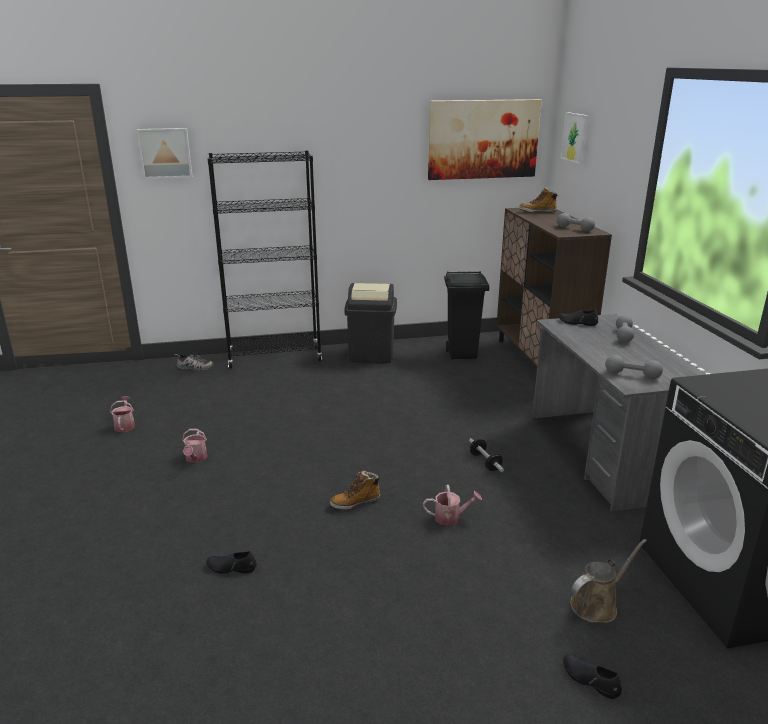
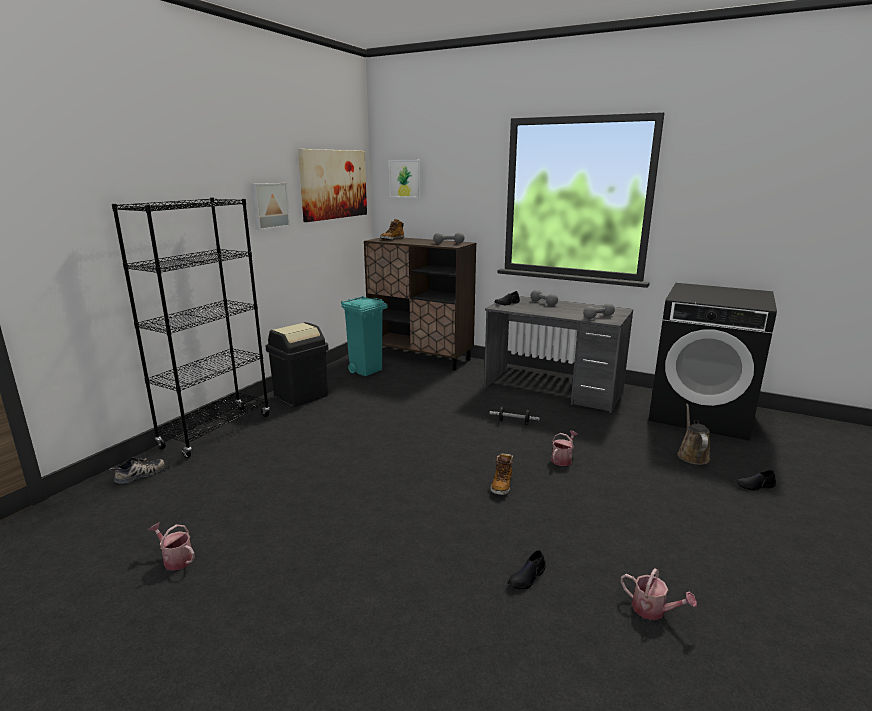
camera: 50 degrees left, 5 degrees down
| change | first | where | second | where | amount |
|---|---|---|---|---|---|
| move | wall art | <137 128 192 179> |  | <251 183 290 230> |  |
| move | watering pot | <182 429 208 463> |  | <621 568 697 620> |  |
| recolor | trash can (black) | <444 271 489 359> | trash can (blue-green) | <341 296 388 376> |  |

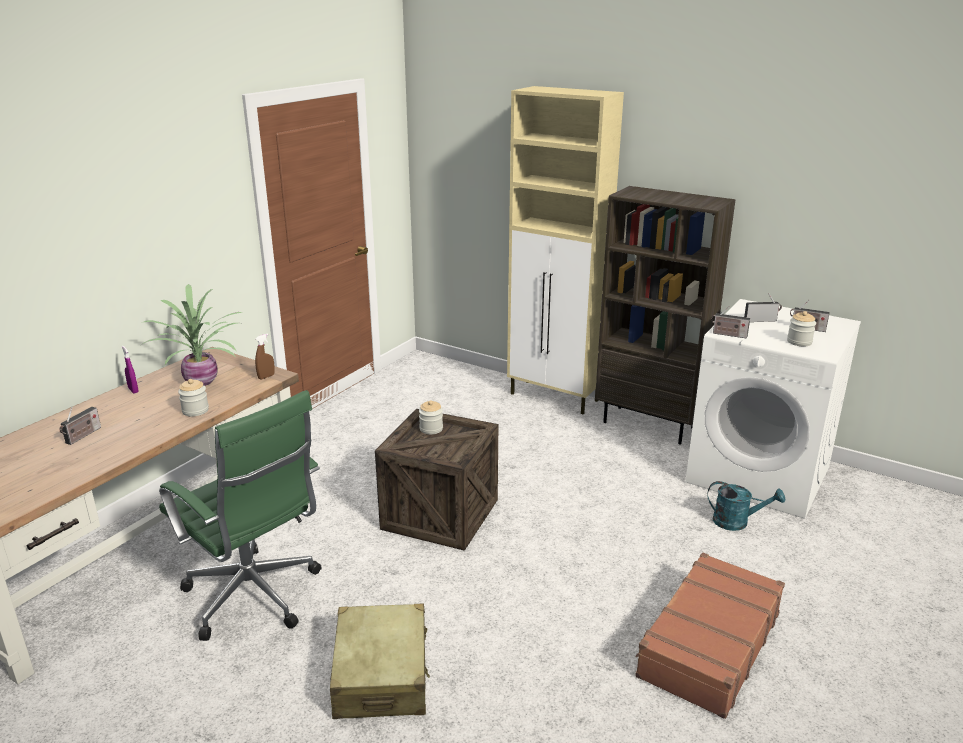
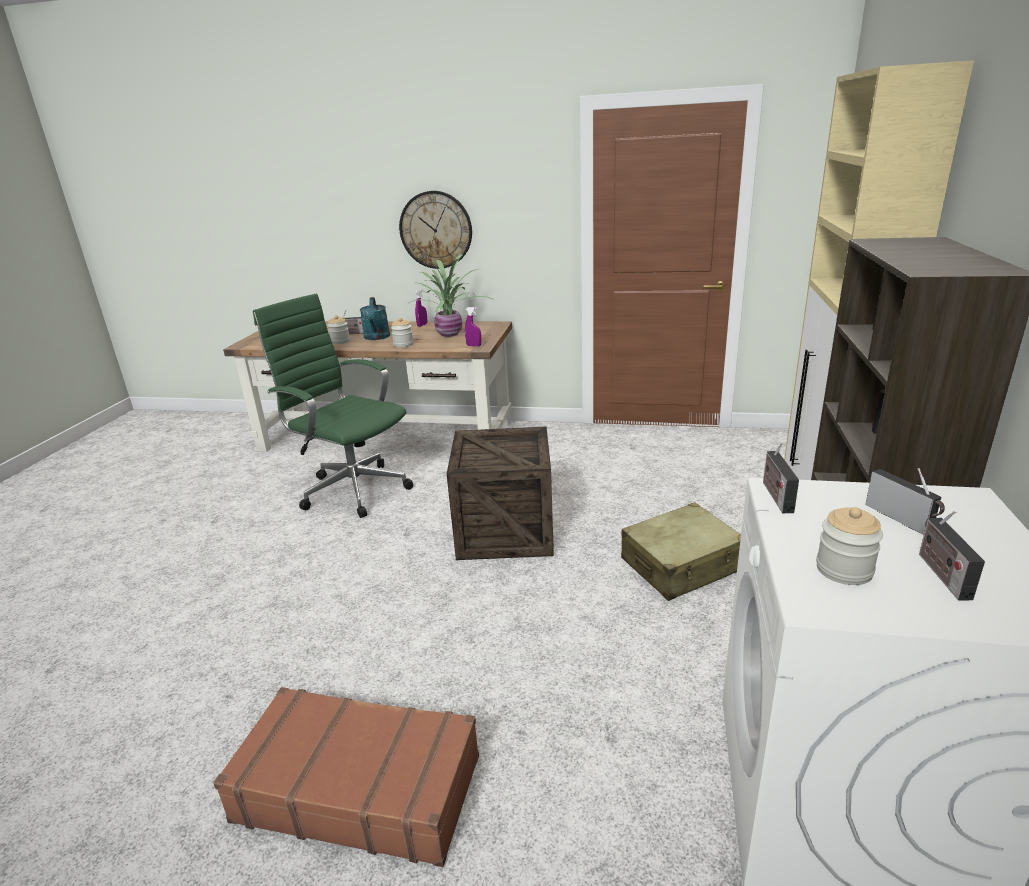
camera: 70 degrees right, 0 degrees up
| change | first | where | second | where | amount |
|---|---|---|---|---|---|
| rotate | computer chair (greenish) | <159 390 321 641> |  | <253 294 413 518> | 105 degrees clockwise |
| recolor | spray bottle (brownish) | <255 333 275 380> | spray bottle (purple) | <465 307 481 347> |  |
| move | suitcase (beige) | <330 604 430 719> |  | <621 502 741 601> |  |
| move | jar | <419 400 443 434> |  | <327 315 350 344> |  |
| move | watering pot (blue-green) | <708 481 785 531> |  | <360 297 390 340> |  |
| insert |  |  | hanging clock | <399 191 472 269> |  |

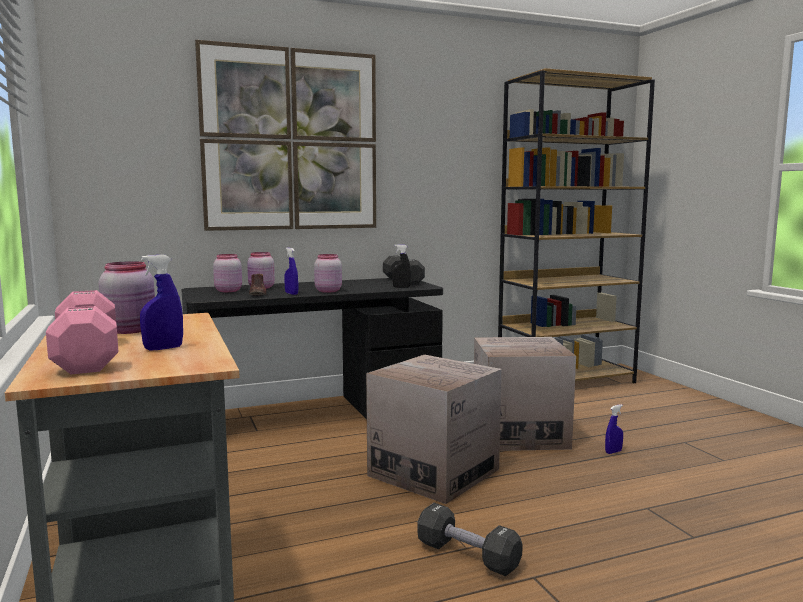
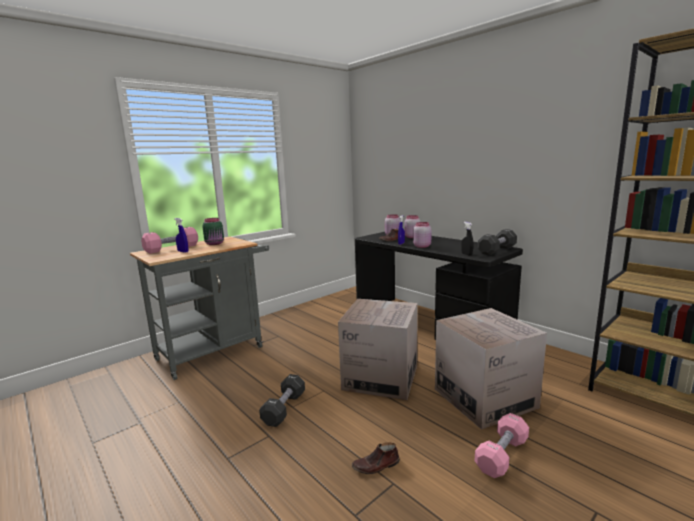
camera: 70 degrees right, 5 degrees up
| change | first | where | second | where | amount |
|---|---|---|---|---|---|
| recolor | jar (pink-coloured) | <99 261 155 334> | jar (greenish) | <202 218 224 245> |  |
| delete | wall art | <195 40 376 231> |  |  |  |
| replace | spray bottle (blue) | <605 404 623 454> | free weight (pink-coloured) | <475 413 529 478> |  |
| insert |  |  | item of footwear (brownish) | <352 442 400 474> |  |

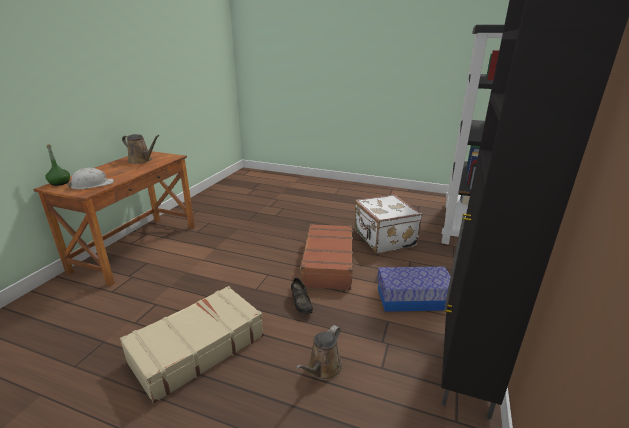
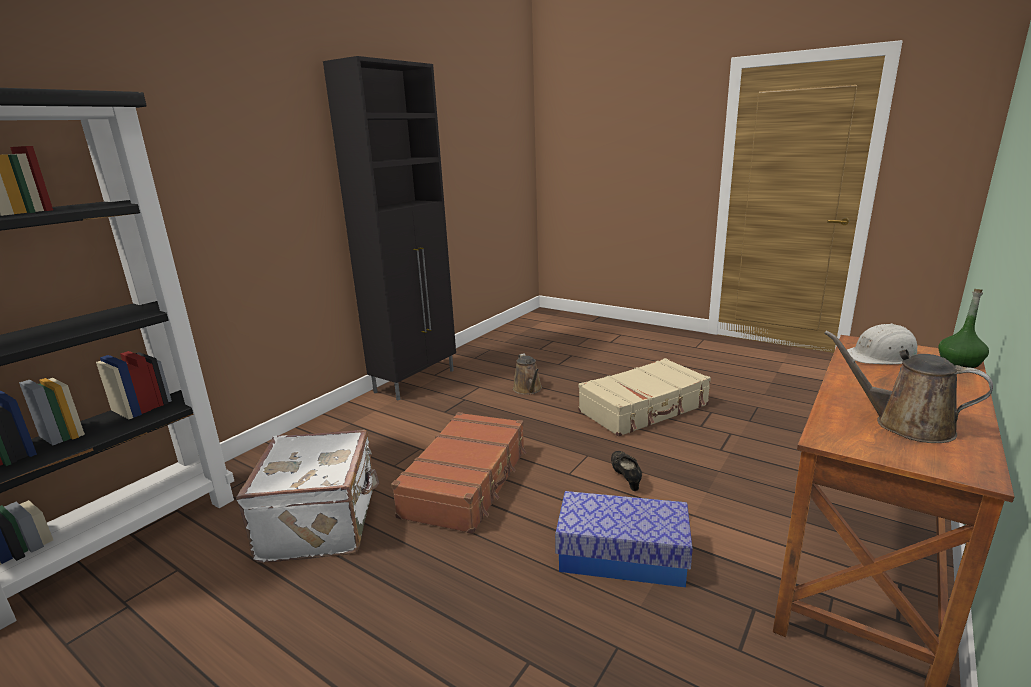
camera: 165 degrees left, 5 degrees down
| change | first | where | second | where | amount |
|---|---|---|---|---|---|
| move | item of footwear (black) | <291 278 313 314> |  | <611 451 642 491> |  |
| rotate | watering pot (brownish) | <295 325 342 380> |  | <513 353 542 395> | 120 degrees clockwise |
| move | storage container | <377 267 451 312> |  | <555 491 693 588> |  |

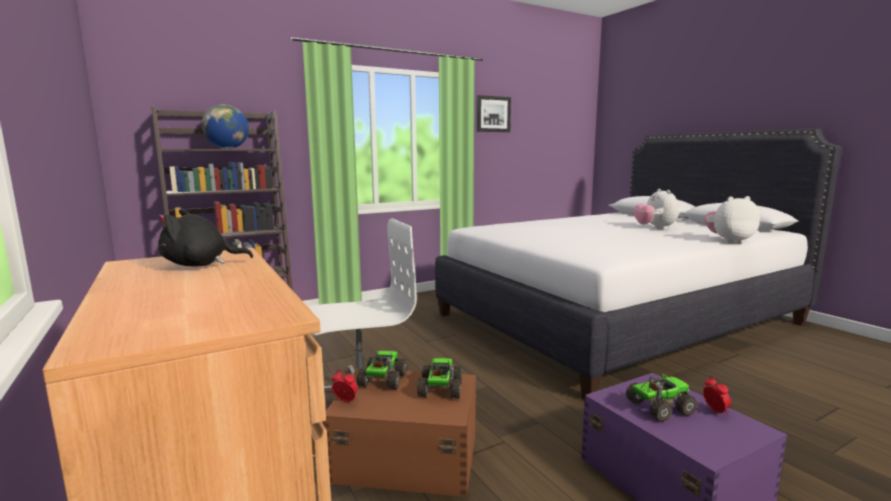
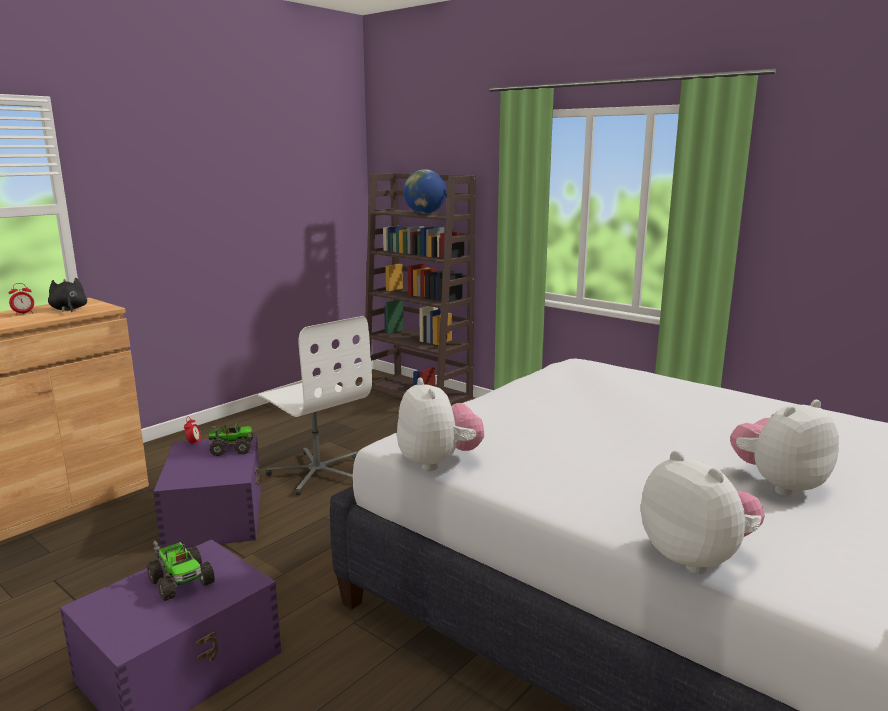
camera: 70 degrees right, 5 degrees up
| change | first | where | second | where | amount |
|---|---|---|---|---|---|
| recolor | storage container (brownish) | <323 368 476 497> | storage container (purple) | <153 435 261 548> |  |
| delete | toy lorry | <418 358 462 399> |  |  |  |
| delete | wall art | <477 95 511 132> |  |  |  |
| move | bedside clock | <703 376 731 415> |  | <9 283 34 315> |  |
| insert |  |  | plush toy | <397 377 484 471> |  |

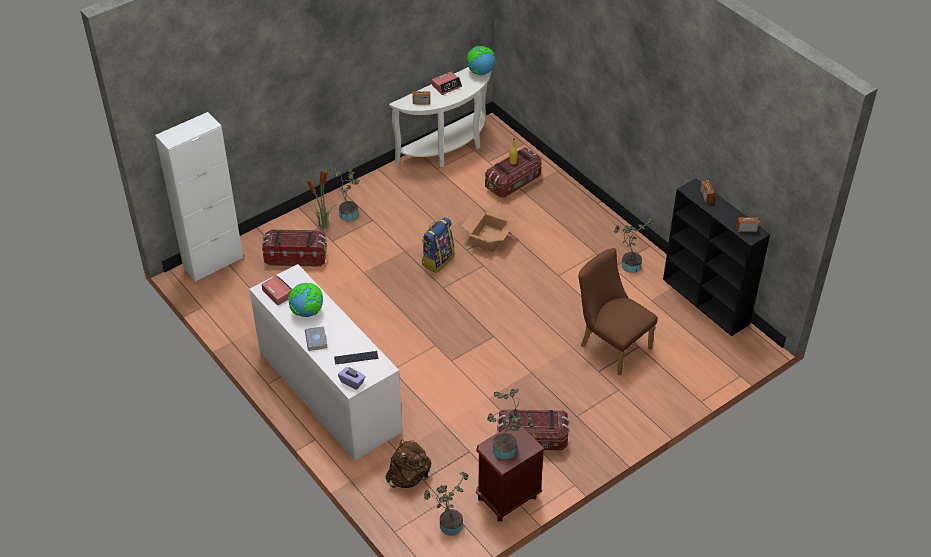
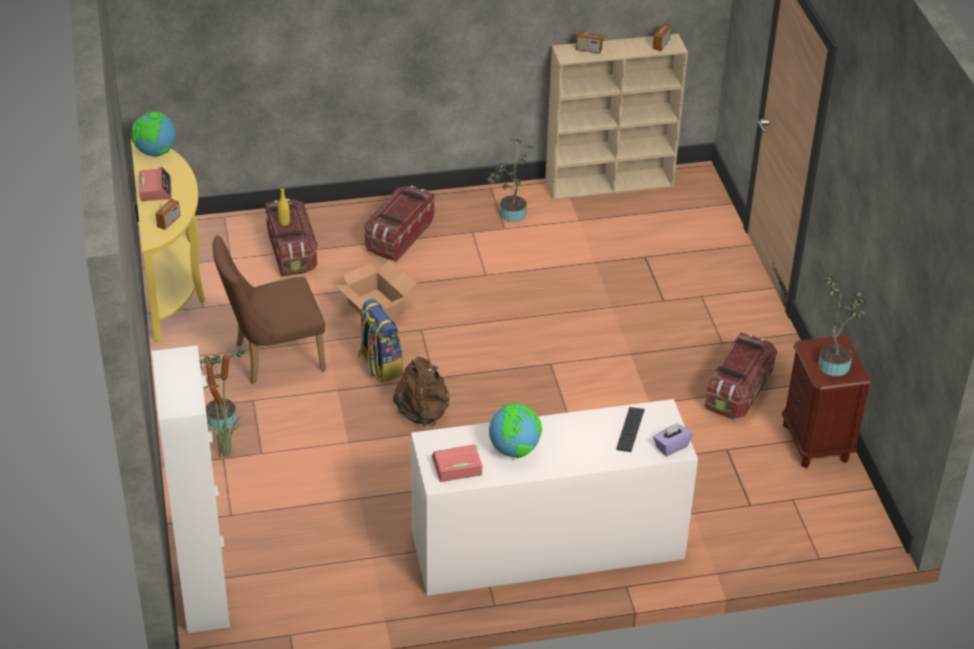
camera: 65 degrees left, 5 degrees down
| change | first | where | second | where | amount |
|---|---|---|---|---|---|
| move | storage container | <262 229 327 267> |  | <364 186 434 262> |  |
| delete | bound book (gray) | <305 326 328 351> |  |  |  |
| move | rucksack (brownish) | <385 439 431 488> |  | <393 356 450 427> |  |
| recolor | narrow table (white) | <389 67 492 167> | narrow table (yellow-coloured) | <131 139 205 342> |  |
| delete | potted plant | <424 472 469 536> |  |  |  |
| move | chair (brownish) | <578 248 658 376> |  | <212 235 326 384> |  |
| recolor | bookcase (black) | <663 178 770 336> | bookcase (beige) | <545 34 688 200> |  |

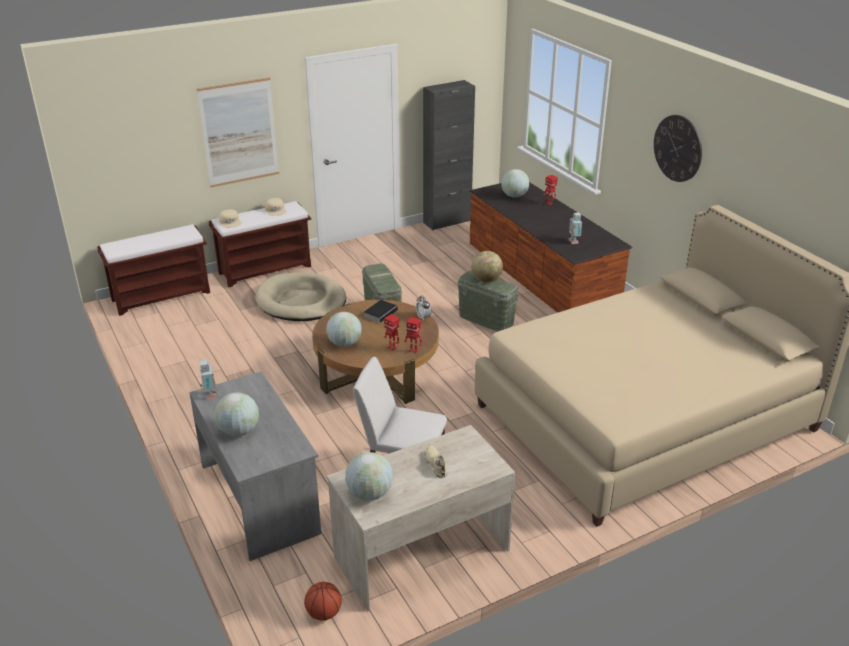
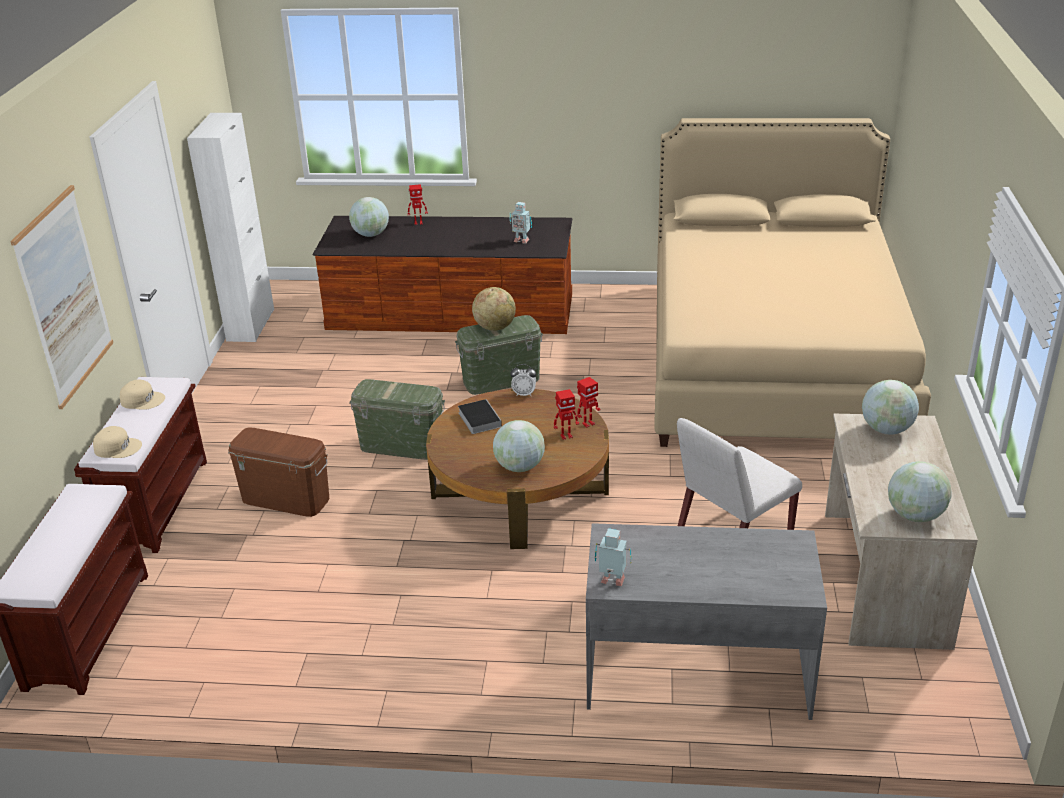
camera: 55 degrees left, 0 degrees up
| change | first | where | second | where | amount |
|---|---|---|---|---|---|
| move | globe | <214 393 259 436> |  | <862 380 919 435> |  |
| replace | pet bed (beige) | <255 272 346 321> | storage container (brownish) | <228 427 329 517> |  |
| delete | ball for basketball | <304 582 342 621> |  |  |  |
| recolor | cabinet (black) | <423 80 475 230> | cabinet (white) | <187 113 274 342> |  |
| delete | item of footwear (beige) | <425 446 447 478> |  |  |  |
| delete | hanging clock | <654 115 702 182> |  |  |  |

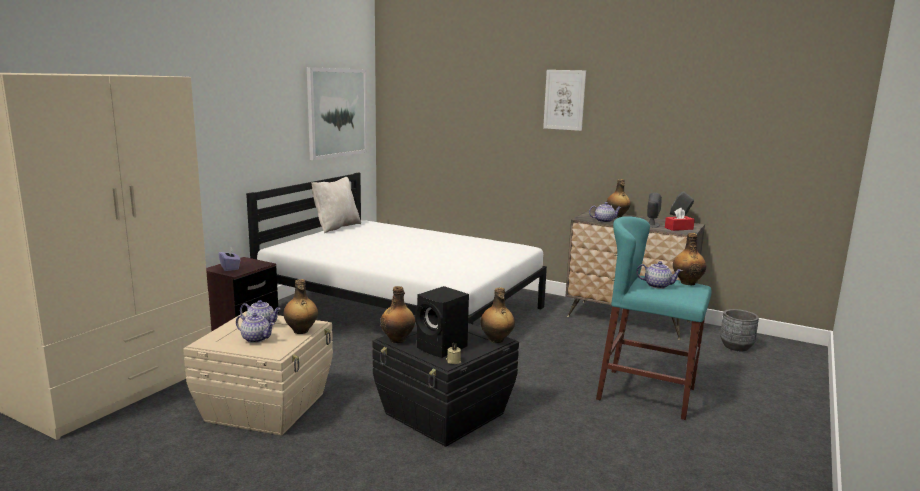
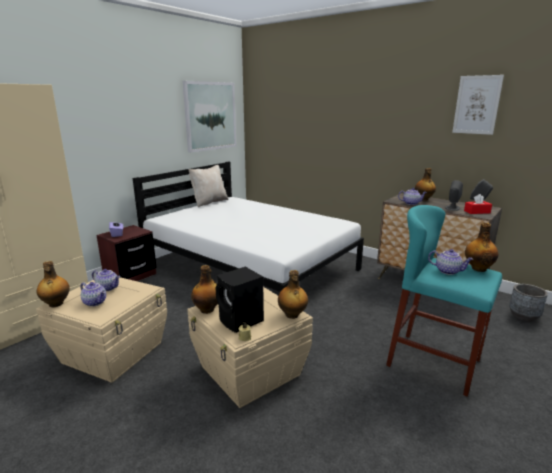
camera: 10 degrees right, 5 degrees up
| change | first | where | second | where | amount |
|---|---|---|---|---|---|
| move | drink bottle | <283 279 318 334> |  | <37 261 70 307> |  |
| recolor | storage container (black) | <372 323 519 447> | storage container (beige) | <187 287 313 408> |  |
| move | wall art | <543 70 586 131> |  | <452 75 504 135> |  |

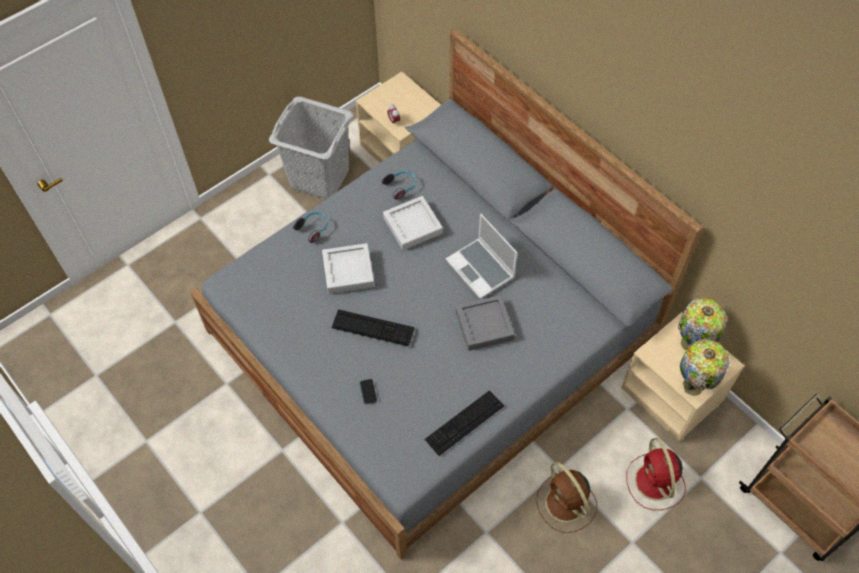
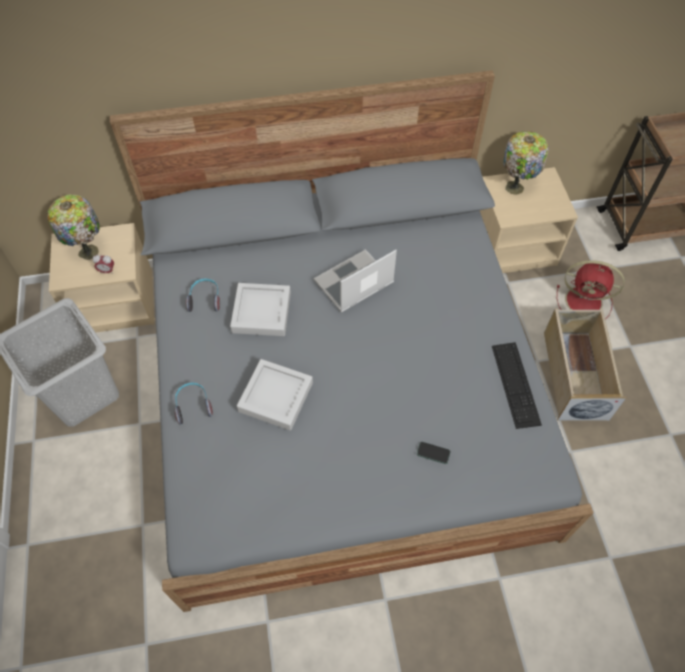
camera: 60 degrees left, 0 degrees up
| change | first | where | second | where | amount |
|---|---|---|---|---|---|
| delete | PC keyboard | <332 309 415 346> |  |  |  |
| rotate | notebook computer | <445 213 517 299> |  | <314 249 397 313> | 150 degrees clockwise |
| delete | carrying tray (gray) | <456 295 515 351> |  |  |  |
| replace | cooling fan (brownish) | <536 462 597 533> | storage container (beige) | <544 308 626 421> |  |
| move | tabletop lamp | <680 339 729 396> |  | <47 195 100 260> |  |

